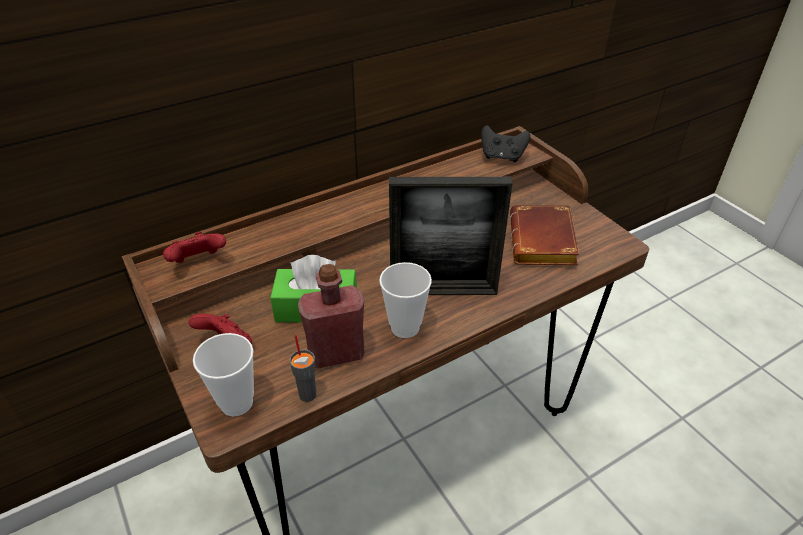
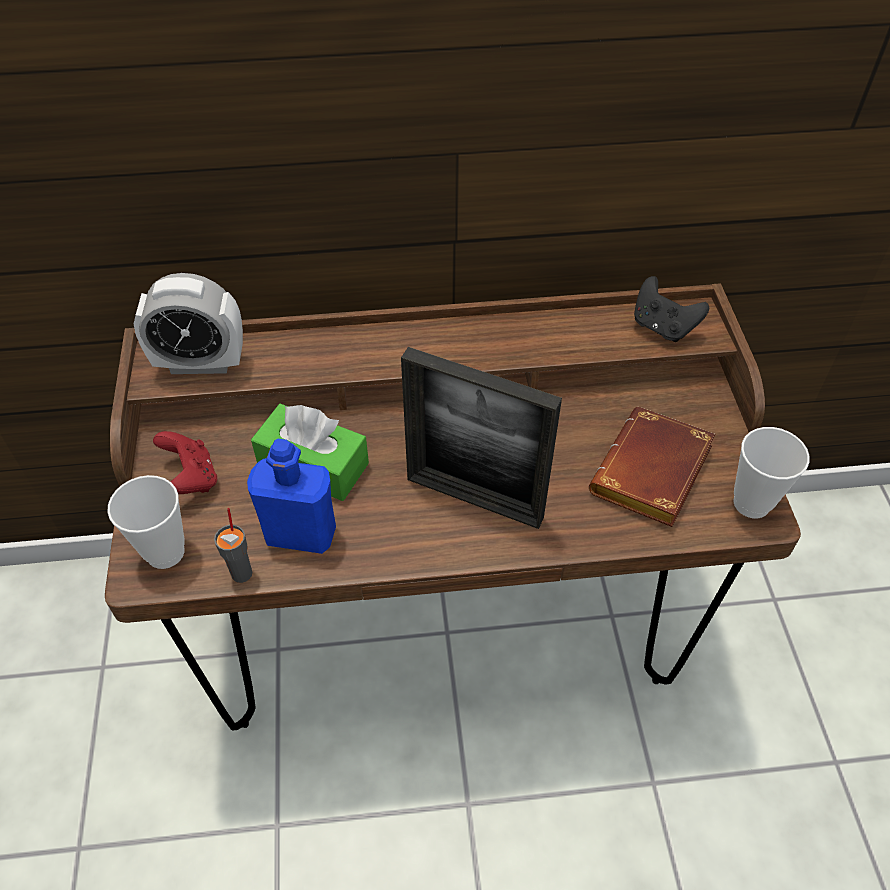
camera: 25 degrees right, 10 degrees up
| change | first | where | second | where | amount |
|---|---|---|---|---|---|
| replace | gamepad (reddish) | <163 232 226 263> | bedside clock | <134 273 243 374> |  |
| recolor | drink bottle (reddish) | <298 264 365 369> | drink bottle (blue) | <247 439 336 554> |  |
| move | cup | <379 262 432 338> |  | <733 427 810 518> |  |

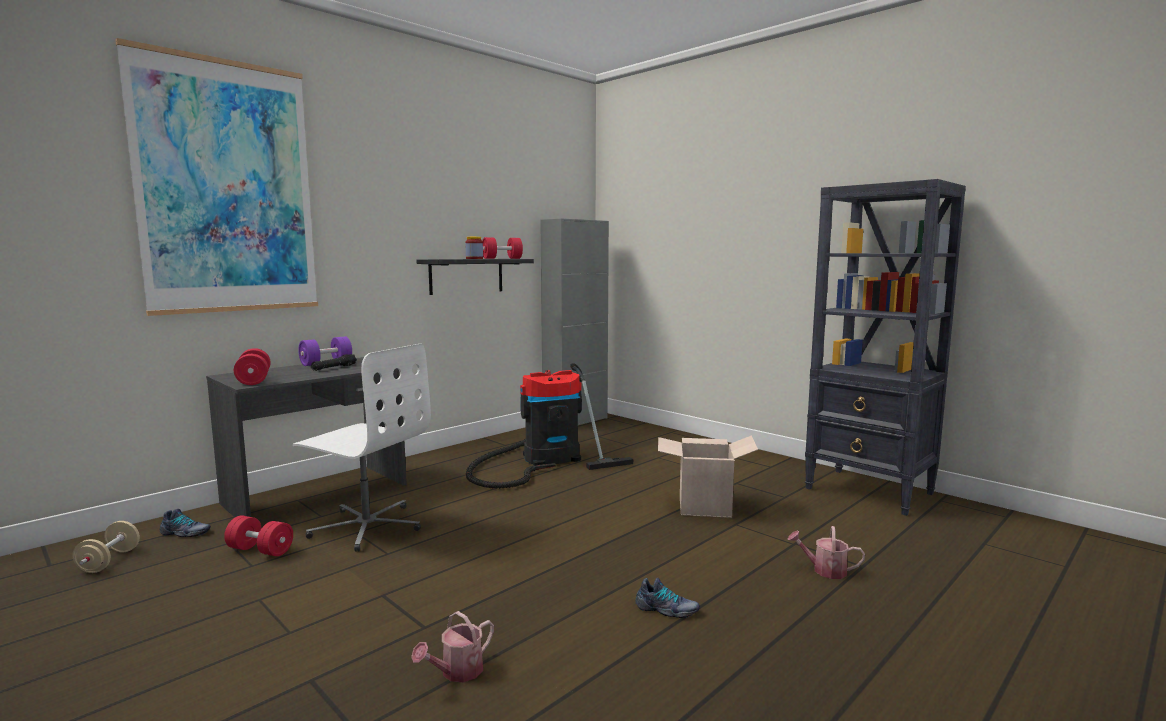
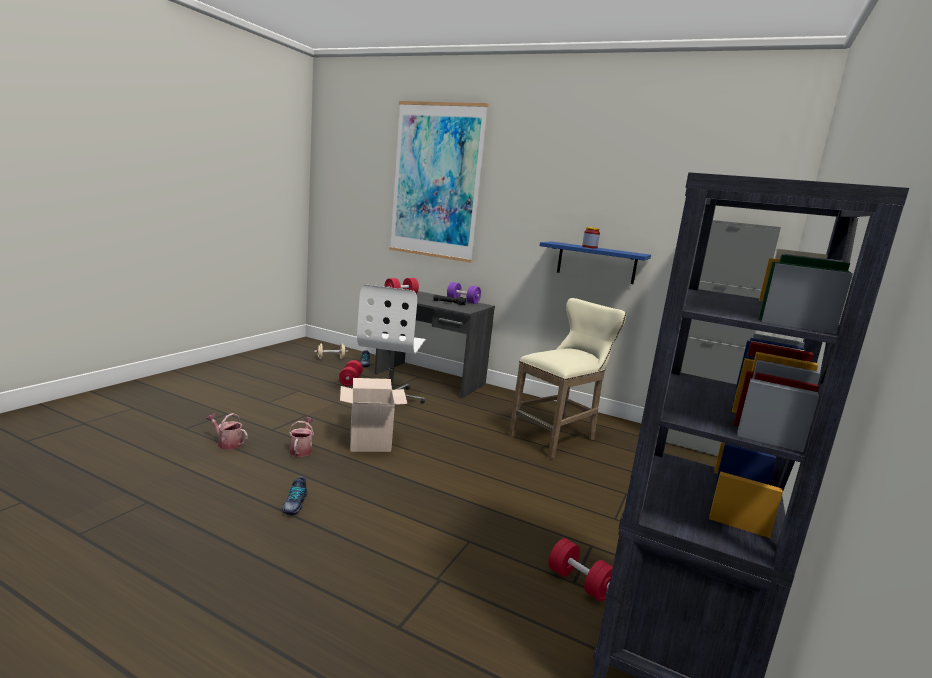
camera: 70 degrees right, 5 degrees up
| change | first | where | second | where | amount |
|---|---|---|---|---|---|
| recolor | bracket shelf (black) | <416 259 534 295> | bracket shelf (blue) | <540 241 651 284> |  |
| replace | hoover | <466 363 633 489> | sitting stool (beige) | <509 298 626 459> |  |
| move | free weight (reddish) | <483 237 523 259> |  | <549 538 613 601> |  |
| move | carton | <658 435 758 518> |  | <340 378 407 452> |  |
| move | watering pot | <787 526 865 579> |  | <289 418 314 457> |  |

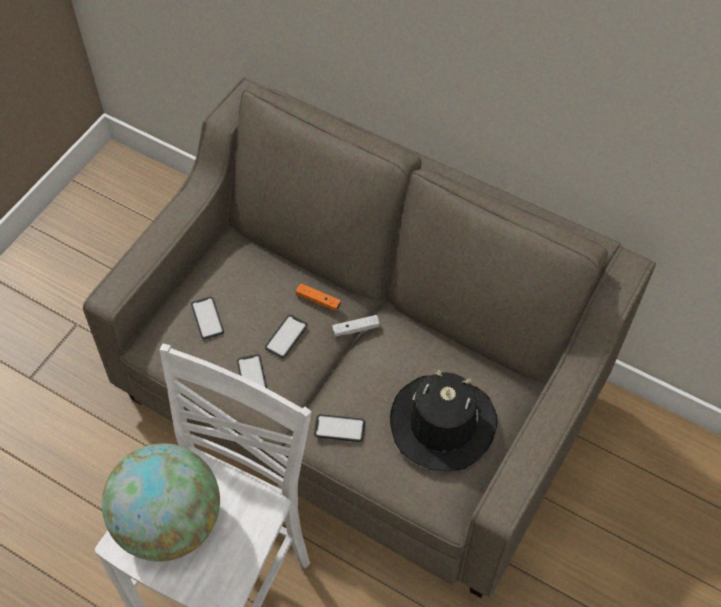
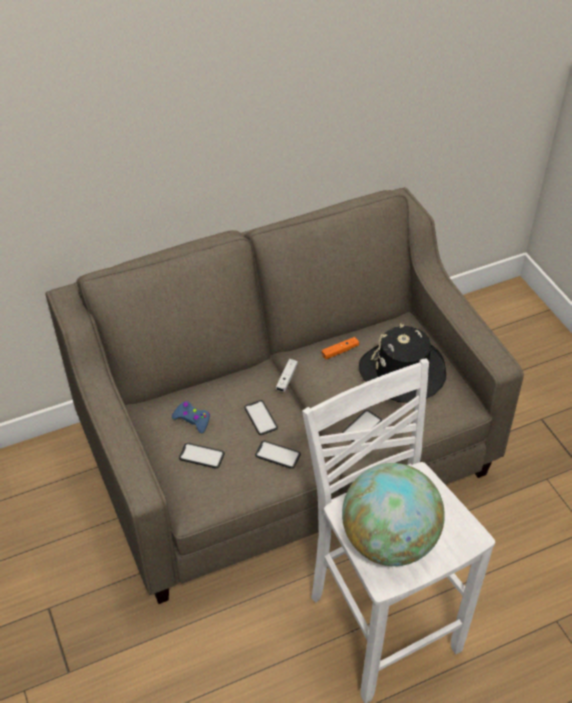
camera: 55 degrees left, 10 degrees down
| change | first | where | second | where | amount |
|---|---|---|---|---|---|
| move | gamepad (orangey) | <296 284 341 311> |  | <322 337 359 360> |  |
| insert |  |  | gamepad (blue) | <172 401 210 433> |  |

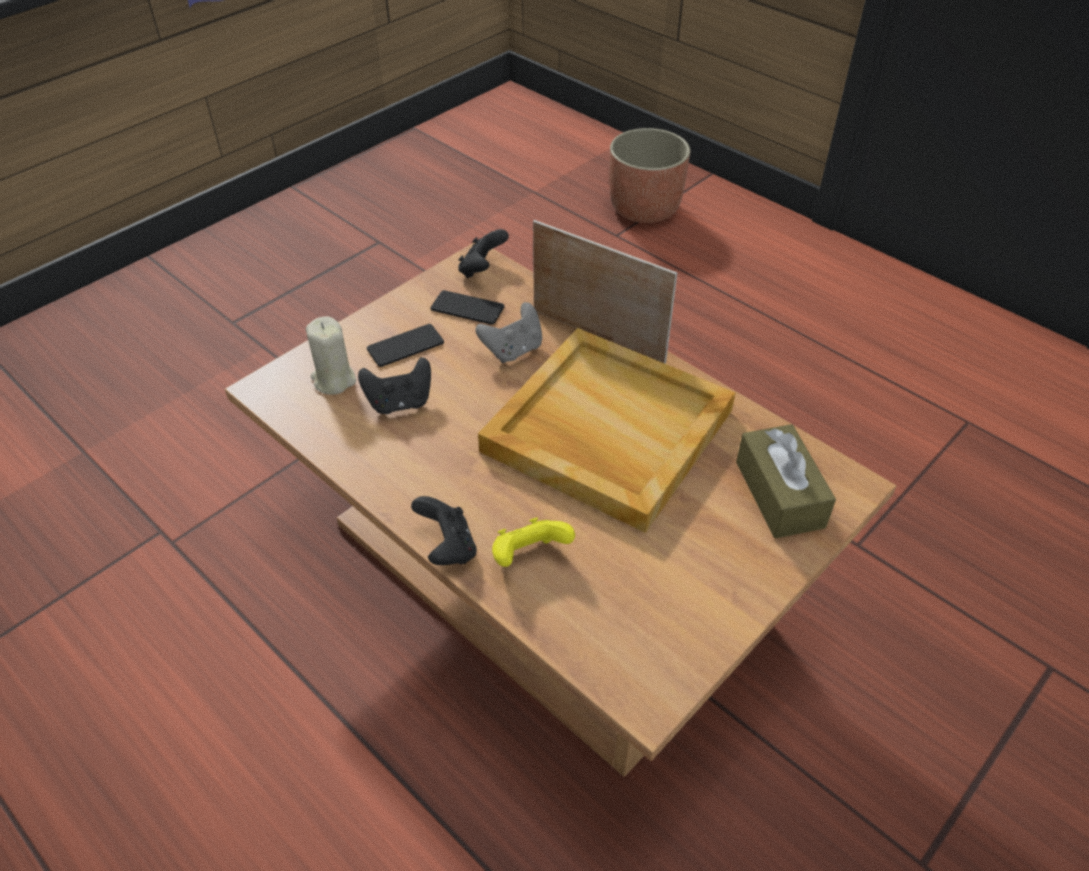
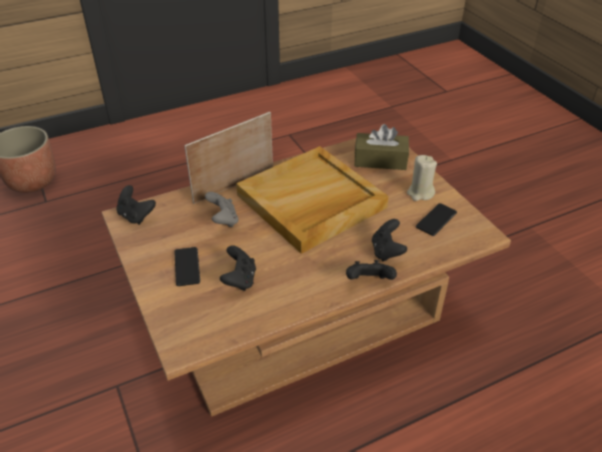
camera: 70 degrees left, 5 degrees down
| change | first | where | second | where | amount |
|---|---|---|---|---|---|
| move | wax candle (beige) | <306 316 356 395> |  | <407 155 437 201> |  |
| move | handset | <431 290 505 325> |  | <416 203 457 236> |  |
| recolor | gamepad (yellow-coloured) | <492 518 575 567> | gamepad (black) | <372 219 407 262> |  |

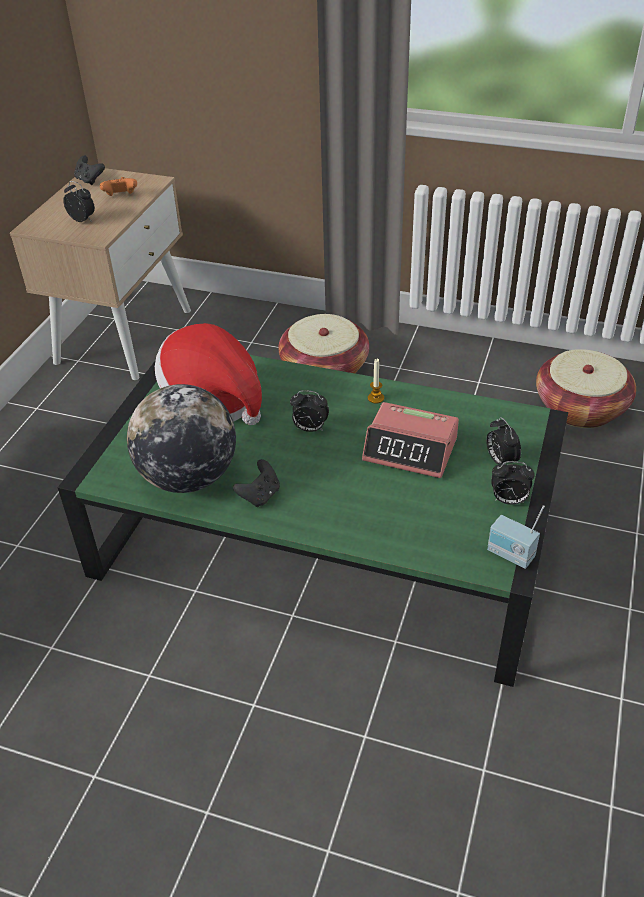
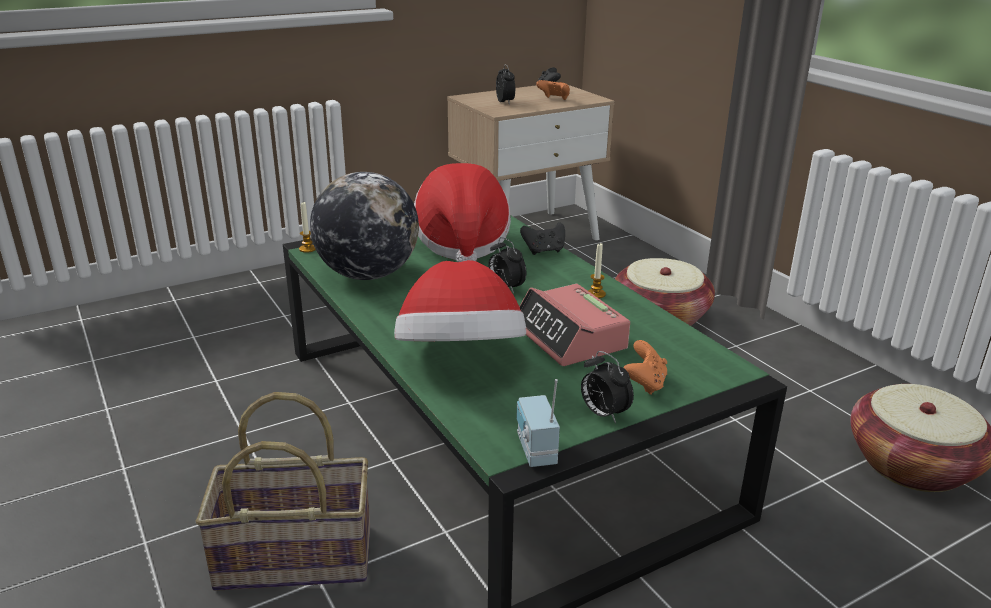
camera: 40 degrees right, 15 degrees down
| change | first | where | second | where | amount |
|---|---|---|---|---|---|
| move | gamepad (black) | <233 459 280 507> |  | <520 222 565 255> |  |
| replace | bedside clock | <486 417 521 464> | gamepad (orangey) | <624 340 667 395> |  |
| insert |  |  | storage basket | <196 392 370 591> |  |
| insert |  |  | wax candle | <299 202 316 253> |  |
| insert |  |  | clothing hat | <394 260 526 341> |  |

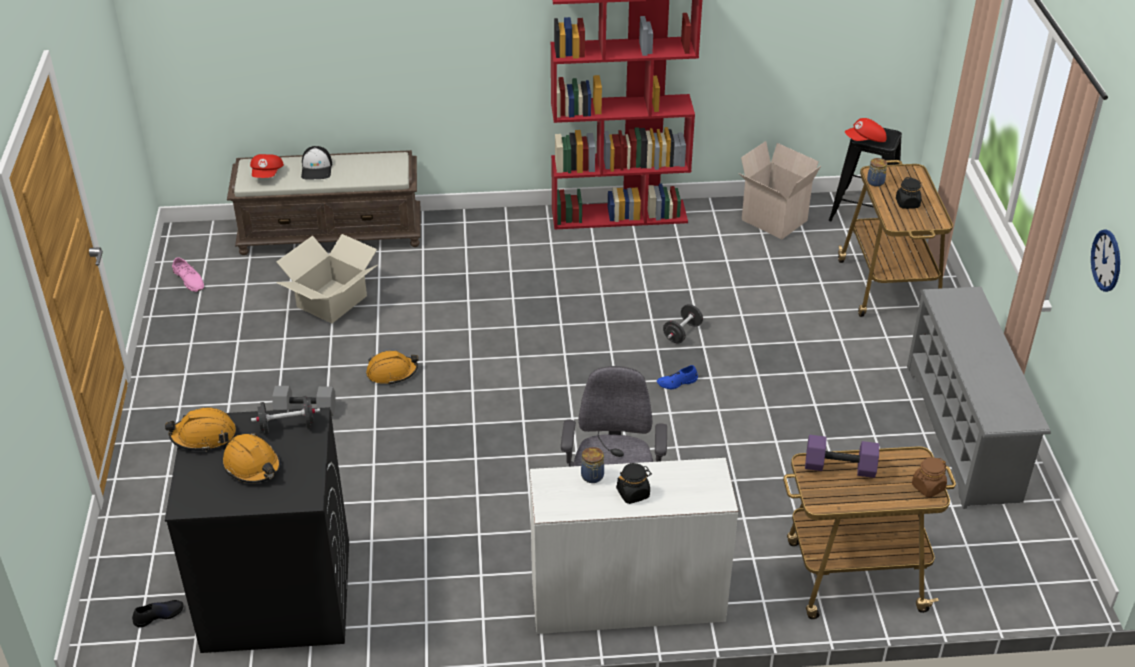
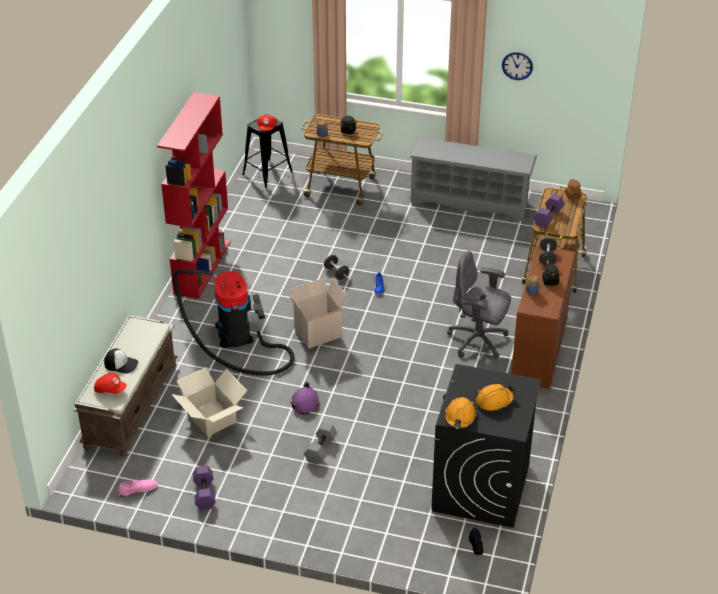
camera: 70 degrees left, 0 degrees up
| change | first | where | second | where | amount |
|---|---|---|---|---|---|
| move | free weight (black) | <251 396 320 434> |  | <539 237 557 266> |  |
| recolor | work helmet (orangey) | <366 351 419 385> | work helmet (purple) | <291 382 319 414> |  |
| recolor | desk unit (white) | <530 458 738 634> | desk unit (brownish) | <511 246 575 389> |  |
| move | carton | <738 141 821 239> |  | <288 278 346 348> |  |
| insert |  |  | hoover | <173 269 295 376> |  |
| insert |  |  | free weight (purple) | <193 466 216 510> |  |

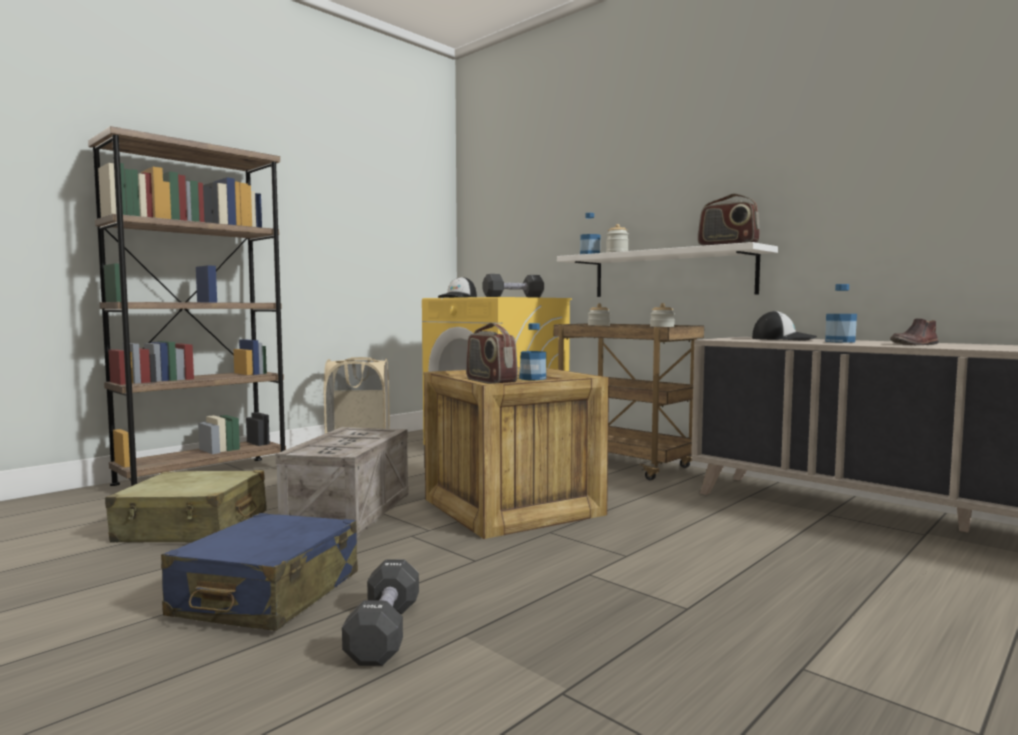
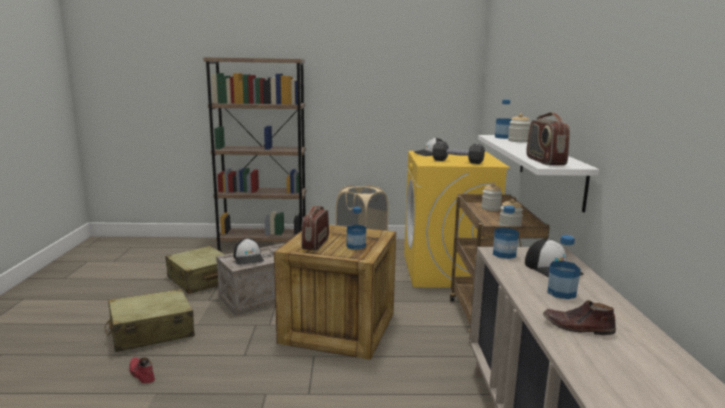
camera: 45 degrees right, 10 degrees up
| change | first | where | second | where | amount |
|---|---|---|---|---|---|
| recolor | suitcase (blue) | <161 513 358 631> | suitcase (beige) | <104 289 195 352> |  |
| replace | free weight (black) | <342 559 419 666> | item of footwear (reddish) | <129 357 155 384> |  |
| insert |  |  | cap | <233 238 264 265> |  |
| insert |  |  | drink bottle | <493 206 519 259> |  |

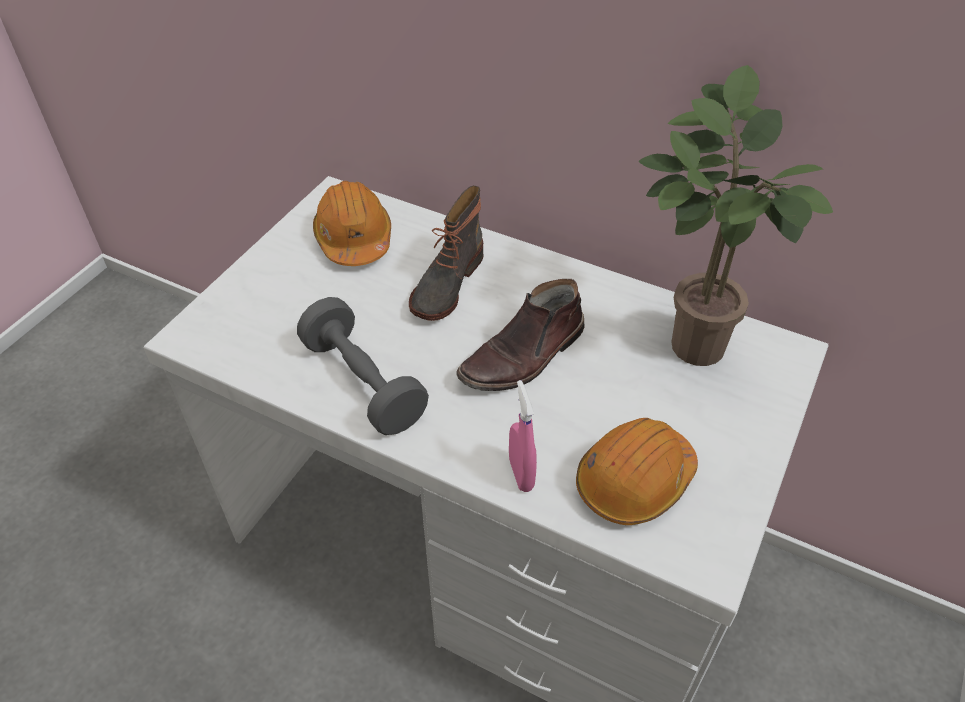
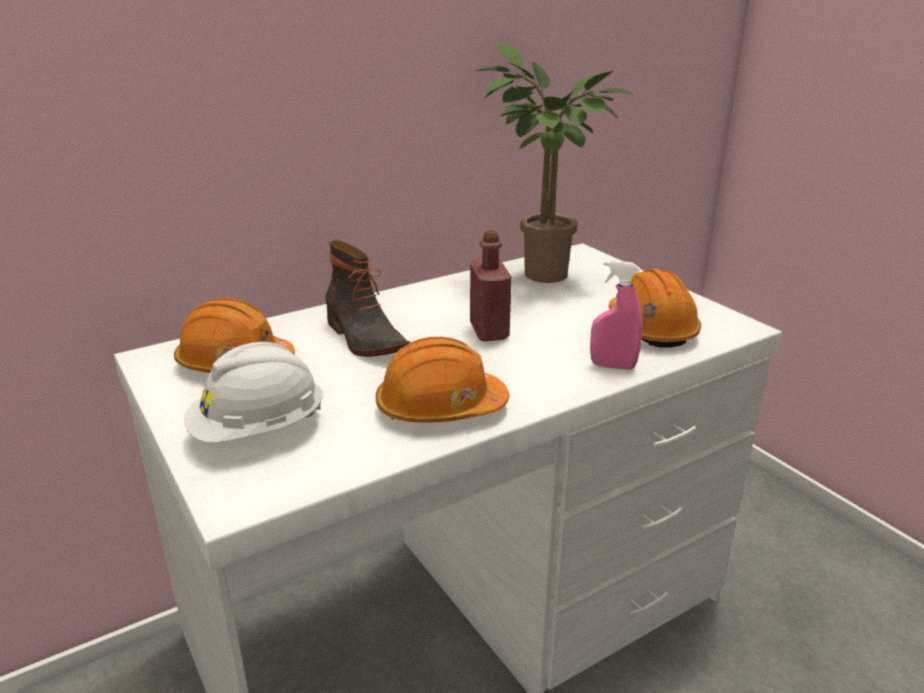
camera: 60 degrees left, 20 degrees down
| change | first | where | second | where | amount |
|---|---|---|---|---|---|
| replace | free weight (gray) | <297 297 429 435> | work helmet (orangey) | <376 337 509 423> |  |
| replace | boot (brownish) | <456 279 584 391> | drink bottle (reddish) | <470 230 512 341> |  |
| insert |  |  | work helmet (white) | <184 342 323 443> |  |

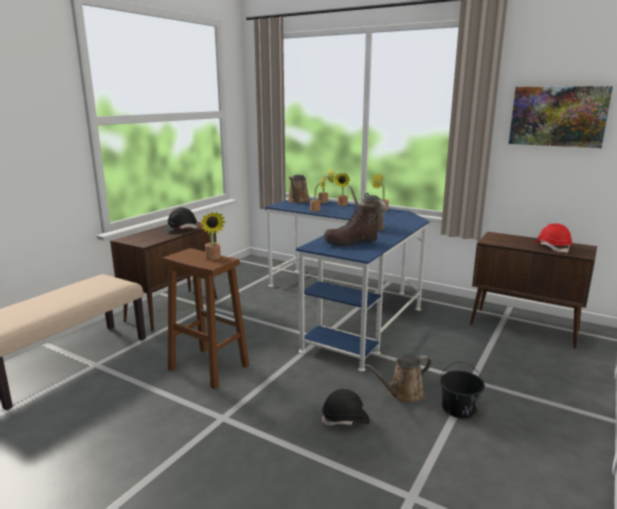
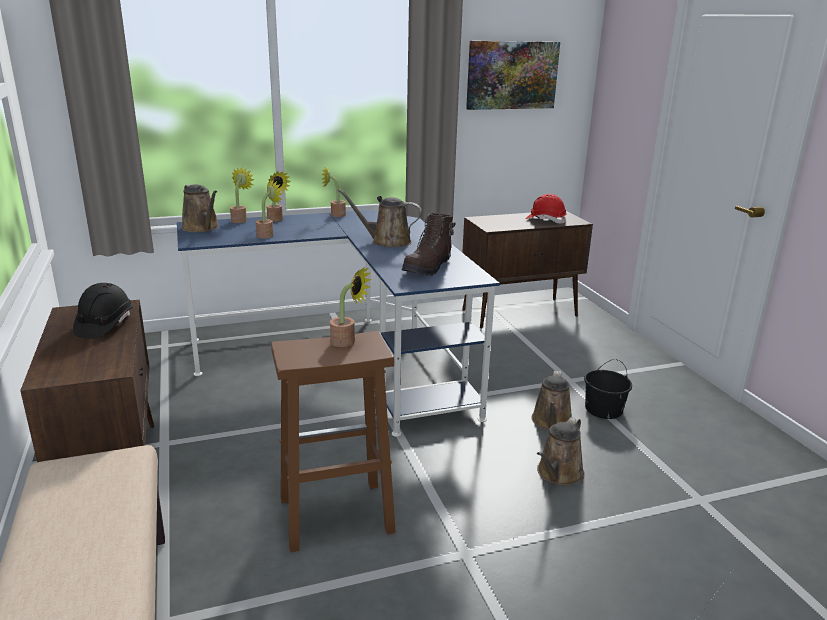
camera: 50 degrees left, 5 degrees up
| change | first | where | second | where | amount |
|---|---|---|---|---|---|
| replace | work helmet (black) | <322 389 370 426> | watering pot (brownish) | <537 417 585 486> |  |

